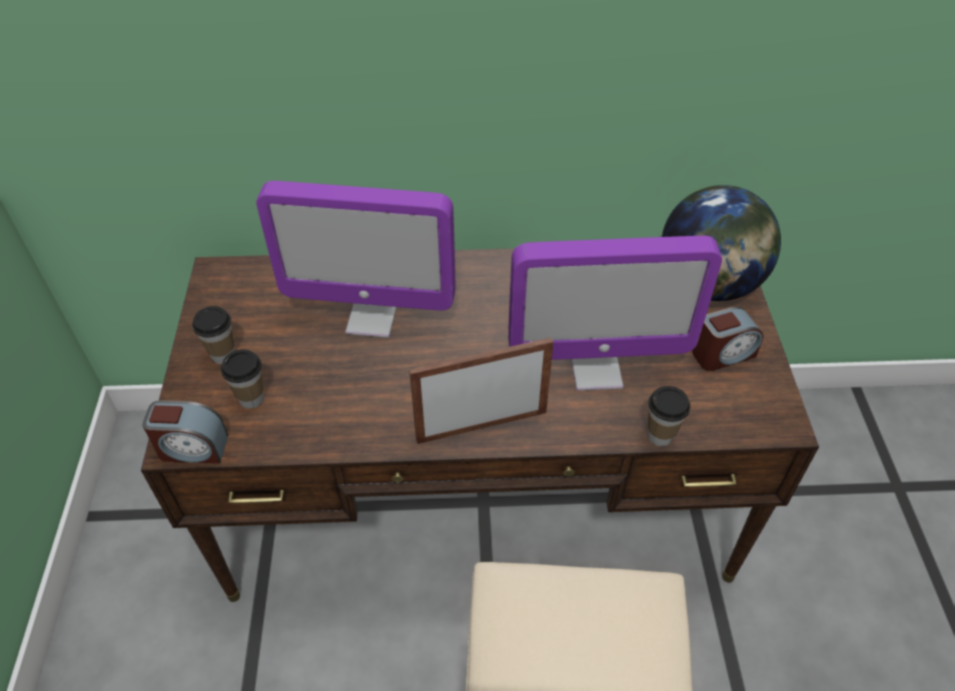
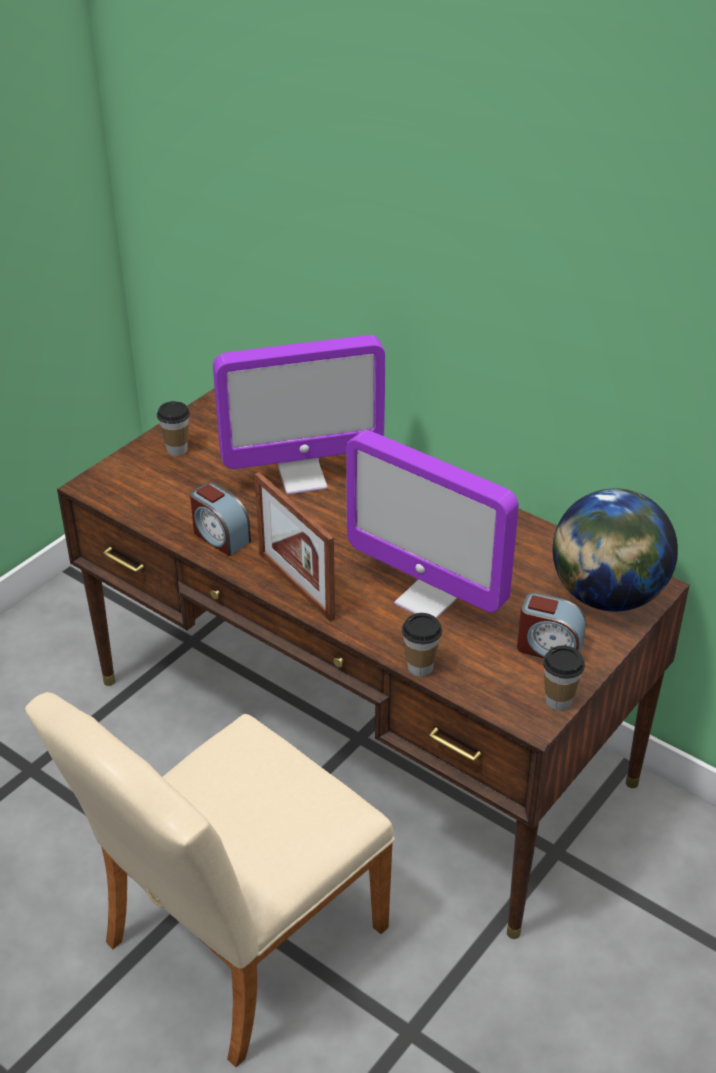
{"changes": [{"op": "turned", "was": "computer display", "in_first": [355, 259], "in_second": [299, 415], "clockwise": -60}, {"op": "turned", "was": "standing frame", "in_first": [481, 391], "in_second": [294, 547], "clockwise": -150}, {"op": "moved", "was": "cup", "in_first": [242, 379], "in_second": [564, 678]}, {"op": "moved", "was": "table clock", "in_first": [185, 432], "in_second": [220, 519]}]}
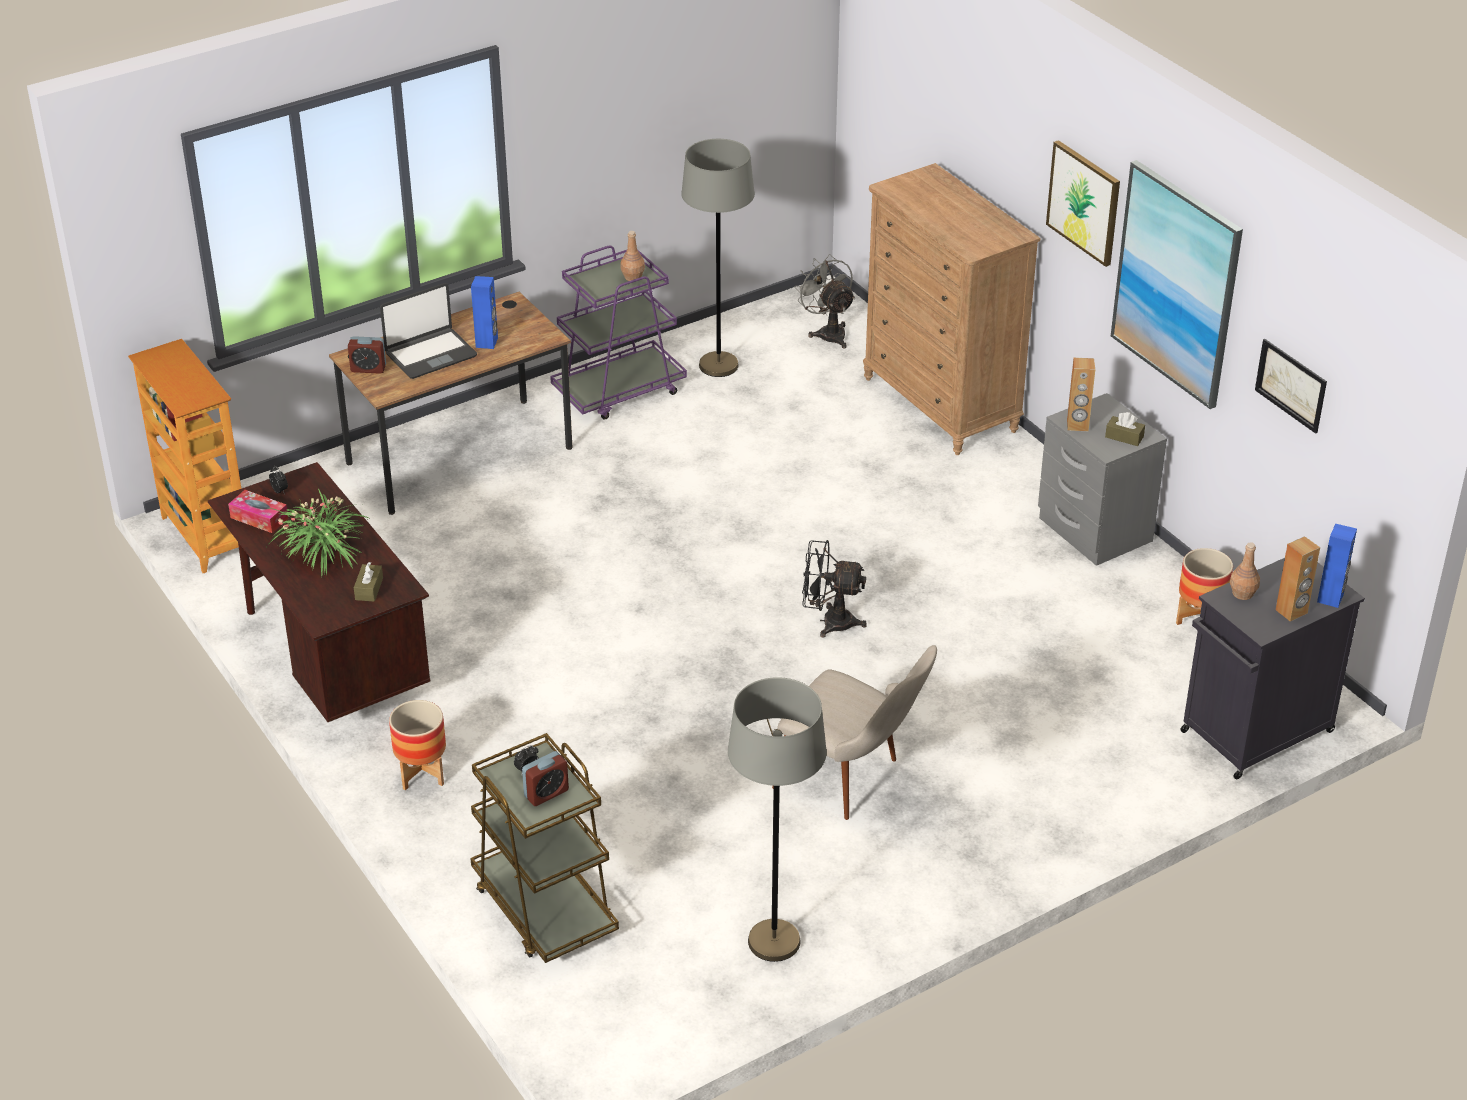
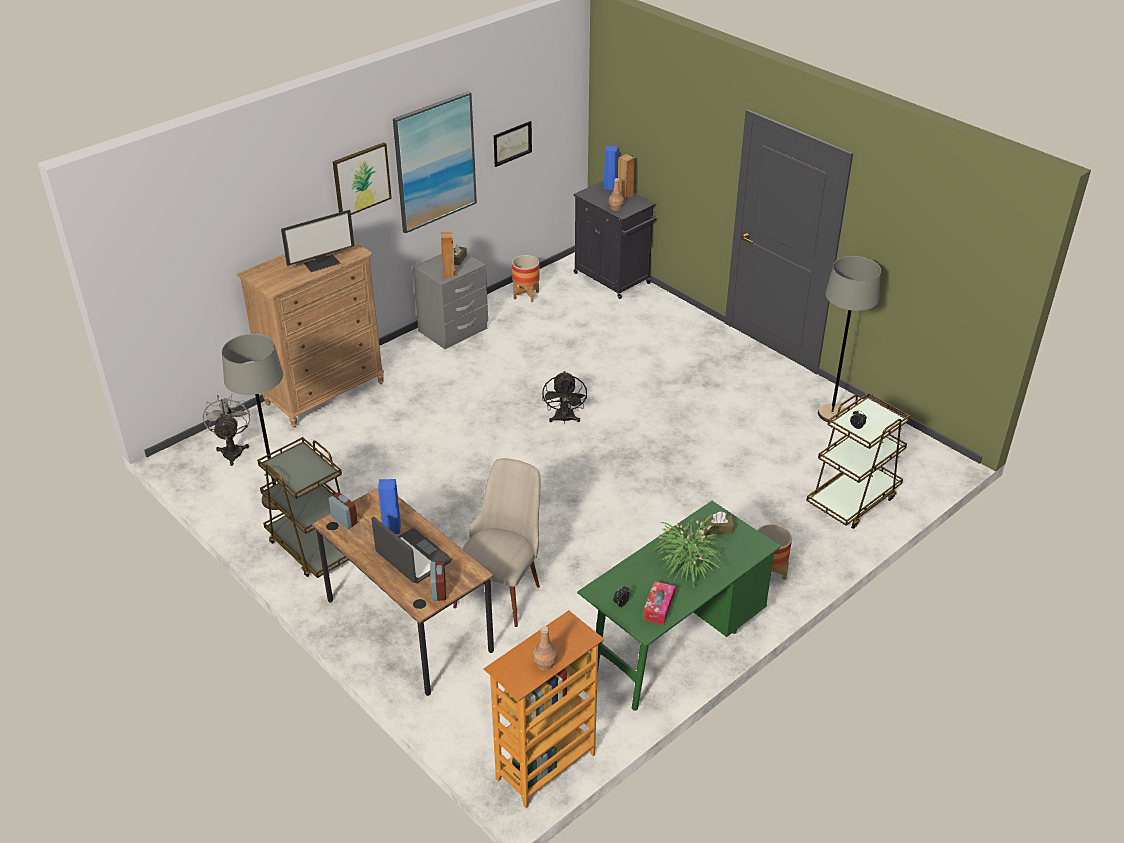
{"changes": [{"op": "moved", "was": "drink bottle (brown-coloured)", "in_first": [633, 256], "in_second": [545, 648]}, {"op": "recoloured", "was": "trolley (purple-coloured)", "now": "trolley (brown-coloured)", "in_first": [618, 332], "in_second": [303, 507]}, {"op": "turned", "was": "electric fan (greyish)", "in_first": [824, 301], "in_second": [226, 430], "clockwise": 120}, {"op": "recoloured", "was": "desk table (brown-coloured)", "now": "desk table (greenish)", "in_first": [319, 592], "in_second": [679, 606]}, {"op": "moved", "was": "chair (beige-coloured)", "in_first": [854, 732], "in_second": [496, 542]}, {"op": "moved", "was": "table clock", "in_first": [545, 778], "in_second": [343, 510]}, {"op": "added", "now": "computer display", "in_second": [318, 241]}]}
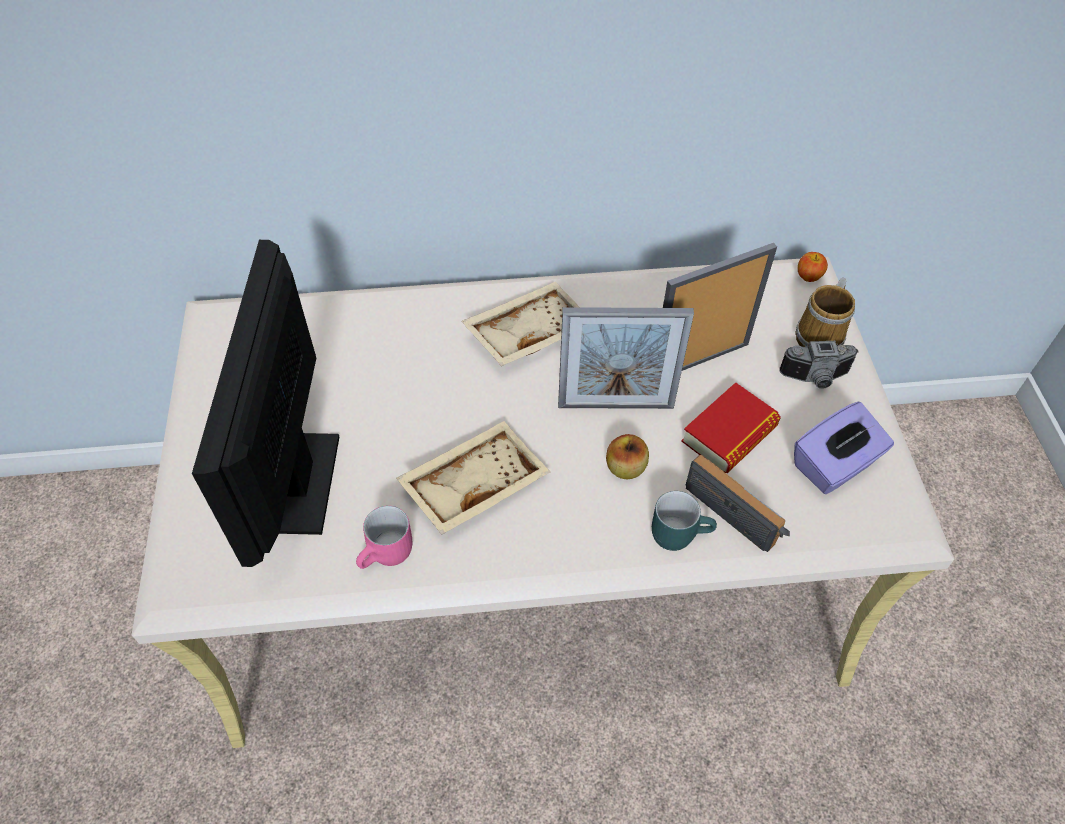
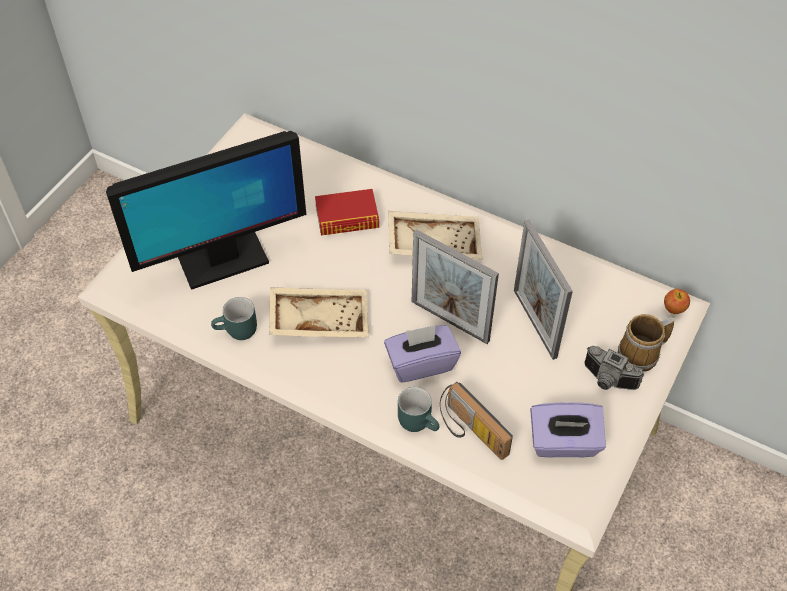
{"changes": [{"op": "turned", "was": "computer display", "in_first": [265, 403], "in_second": [206, 210], "clockwise": -150}, {"op": "turned", "was": "standing frame", "in_first": [720, 307], "in_second": [543, 289], "clockwise": -120}, {"op": "moved", "was": "volume", "in_first": [731, 427], "in_second": [347, 212]}, {"op": "replaced", "was": "apple fruit", "now": "tissue holder (purple-coloured)", "in_first": [627, 456], "in_second": [422, 354]}, {"op": "turned", "was": "radio set", "in_first": [738, 503], "in_second": [476, 421], "clockwise": 150}, {"op": "recoloured", "was": "coffee mug (pinkish)", "now": "coffee mug (blue-green)", "in_first": [384, 537], "in_second": [234, 318]}]}
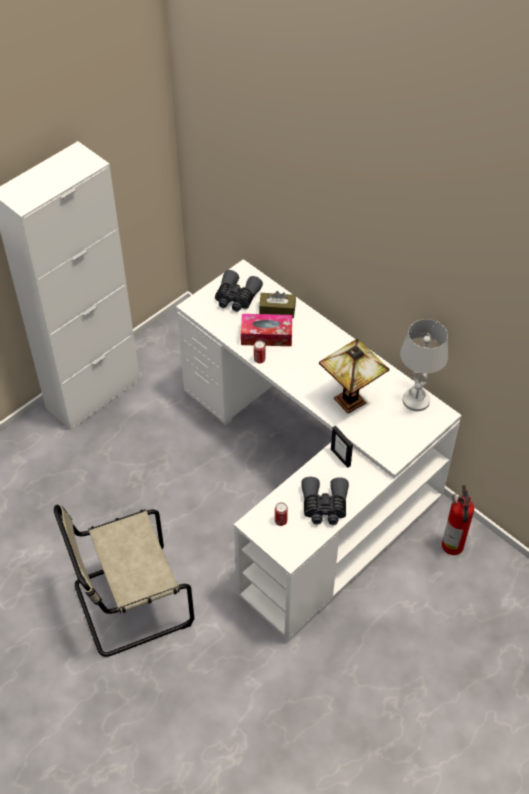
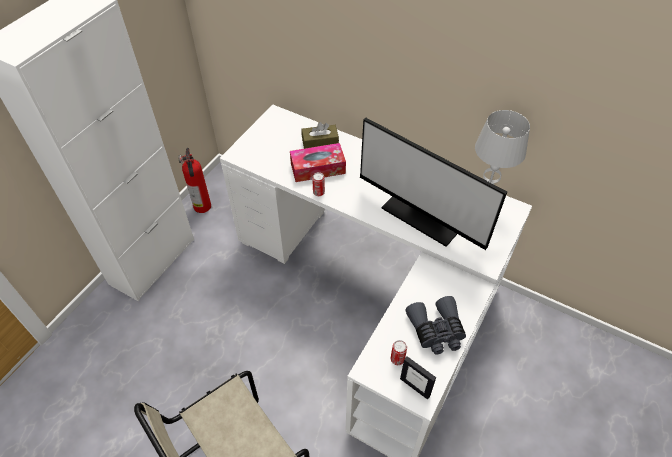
{"changes": [{"op": "removed", "was": "field glasses (greyish)", "in_first": [239, 291]}, {"op": "replaced", "was": "table lamp", "now": "computer display", "in_first": [354, 376], "in_second": [433, 184]}, {"op": "moved", "was": "standing frame", "in_first": [342, 447], "in_second": [418, 378]}, {"op": "moved", "was": "fire extinguisher", "in_first": [458, 520], "in_second": [194, 180]}]}
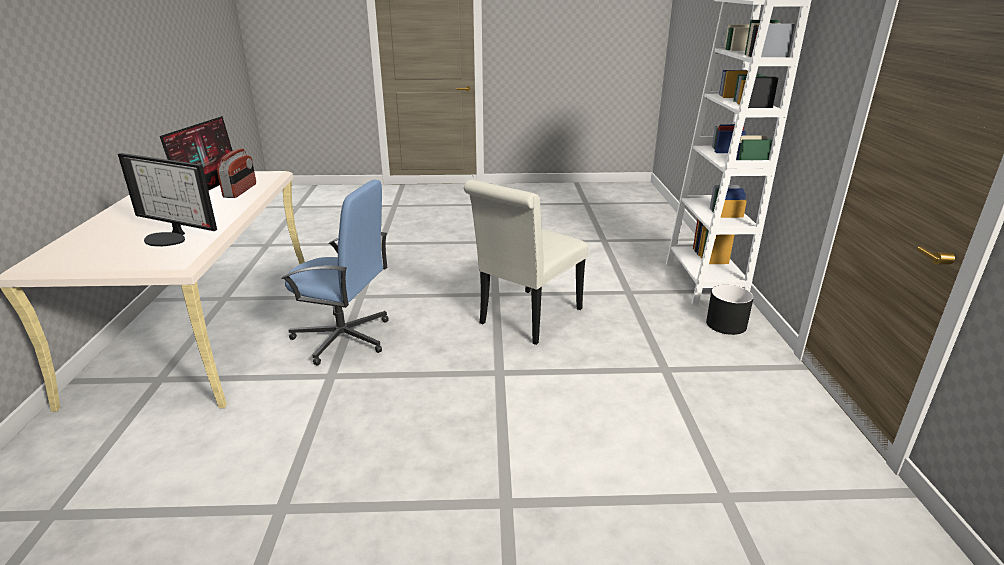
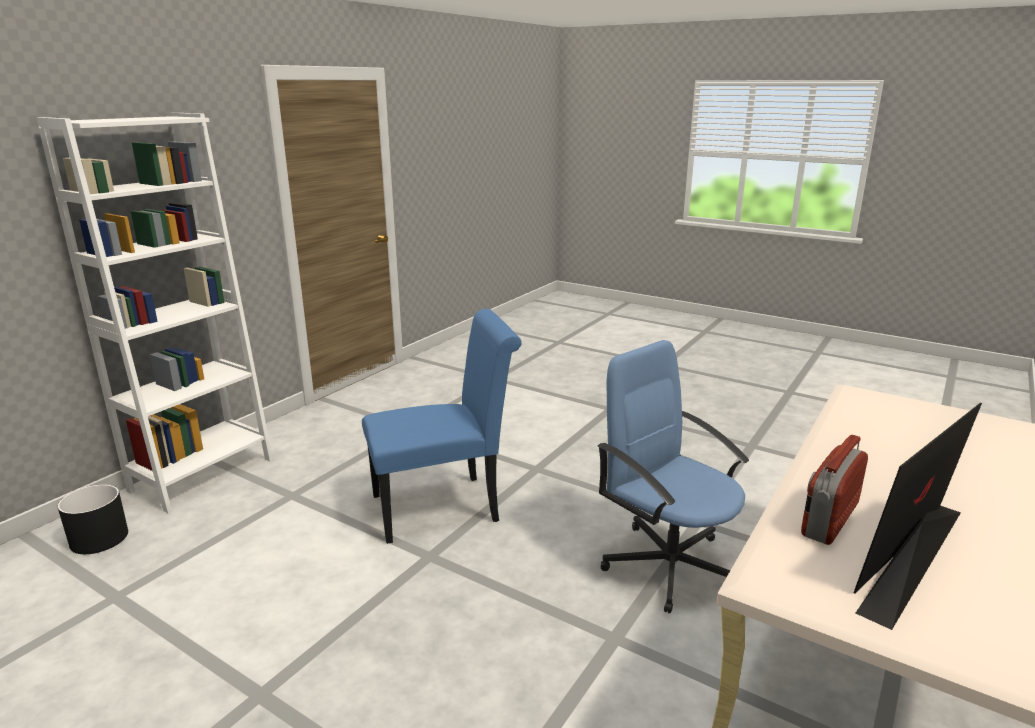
{"changes": [{"op": "removed", "was": "computer display", "in_first": [167, 199]}, {"op": "recoloured", "was": "chair (white-coloured)", "now": "chair (blue)", "in_first": [526, 262], "in_second": [442, 426]}, {"op": "moved", "was": "plant pot (black)", "in_first": [730, 310], "in_second": [93, 519]}]}
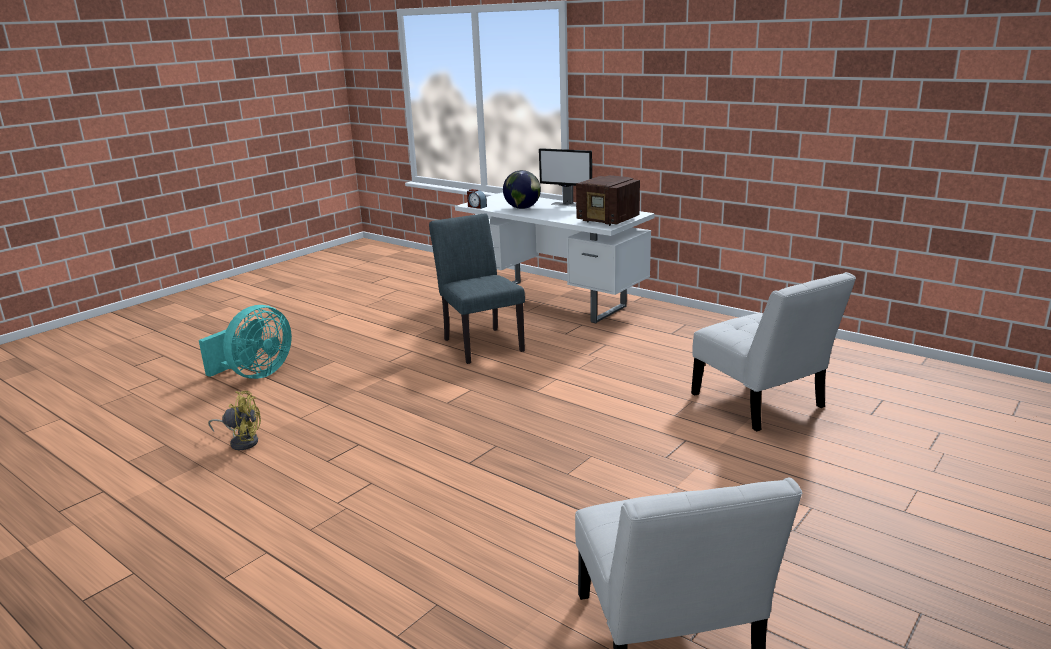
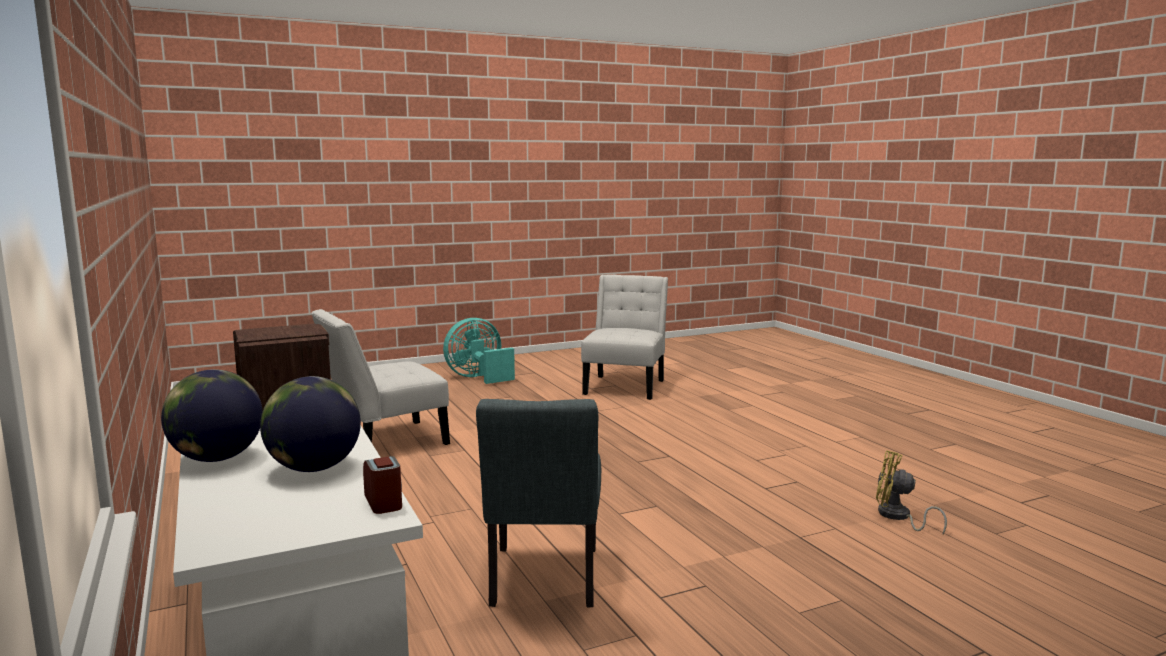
{"changes": [{"op": "replaced", "was": "computer display", "now": "world globe", "in_first": [565, 177], "in_second": [212, 415]}, {"op": "turned", "was": "chair (white-coloured)", "in_first": [773, 351], "in_second": [380, 377], "clockwise": -120}, {"op": "moved", "was": "electric fan (blue-green)", "in_first": [245, 342], "in_second": [479, 351]}]}
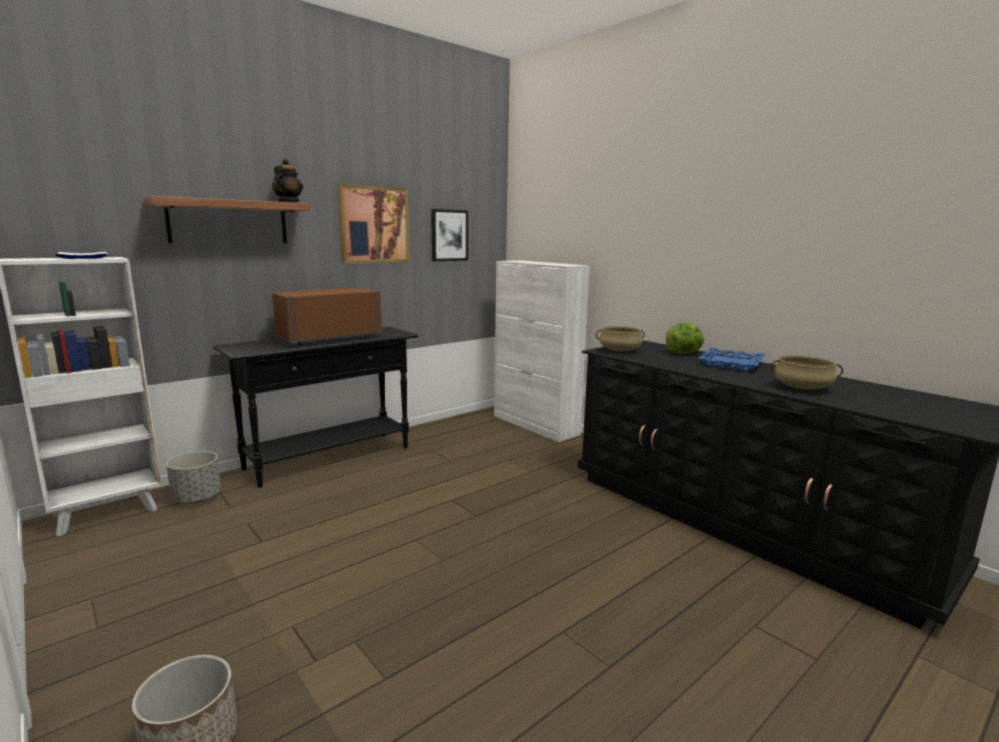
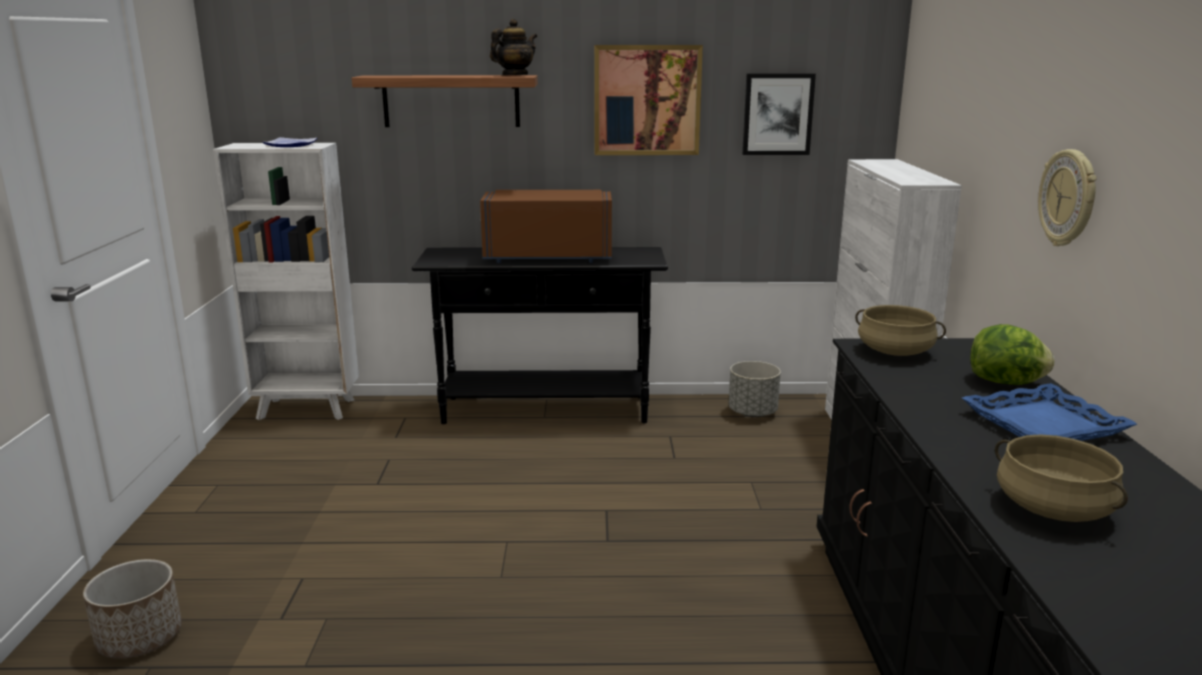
{"changes": [{"op": "moved", "was": "plant pot (greyish)", "in_first": [193, 477], "in_second": [755, 389]}, {"op": "added", "now": "clock on the wall", "in_second": [1067, 197]}]}
